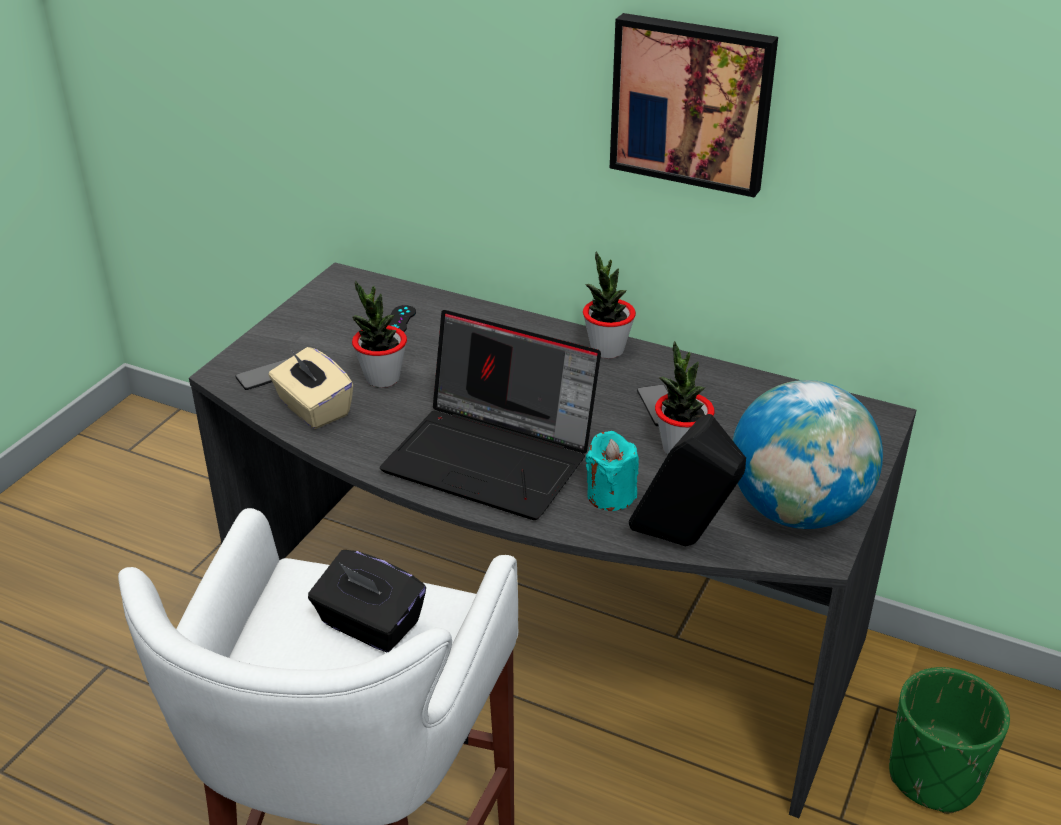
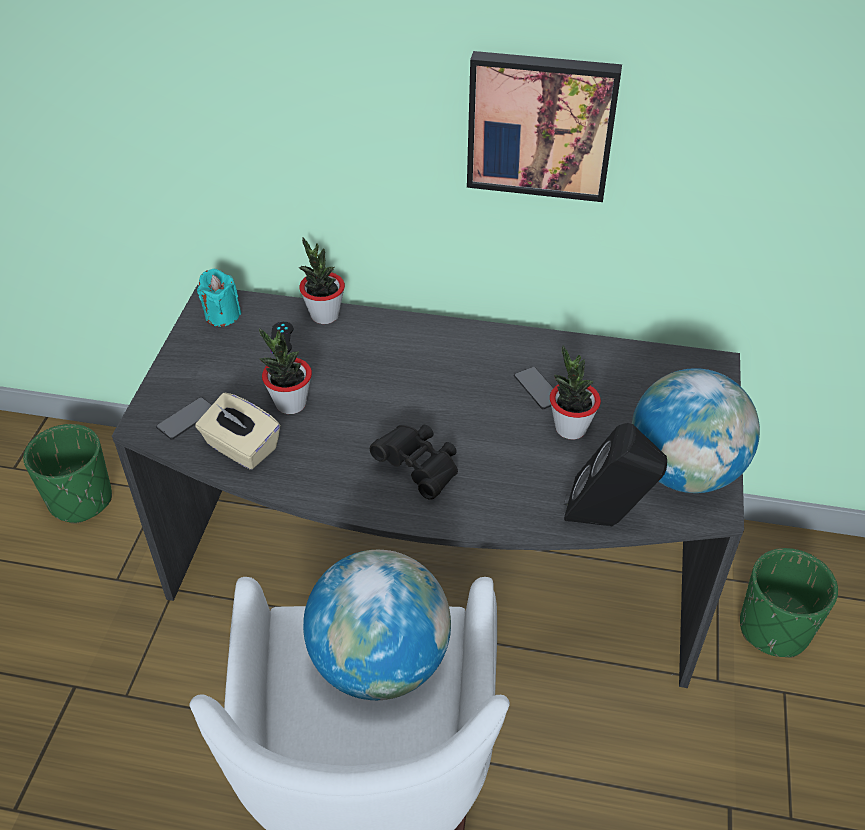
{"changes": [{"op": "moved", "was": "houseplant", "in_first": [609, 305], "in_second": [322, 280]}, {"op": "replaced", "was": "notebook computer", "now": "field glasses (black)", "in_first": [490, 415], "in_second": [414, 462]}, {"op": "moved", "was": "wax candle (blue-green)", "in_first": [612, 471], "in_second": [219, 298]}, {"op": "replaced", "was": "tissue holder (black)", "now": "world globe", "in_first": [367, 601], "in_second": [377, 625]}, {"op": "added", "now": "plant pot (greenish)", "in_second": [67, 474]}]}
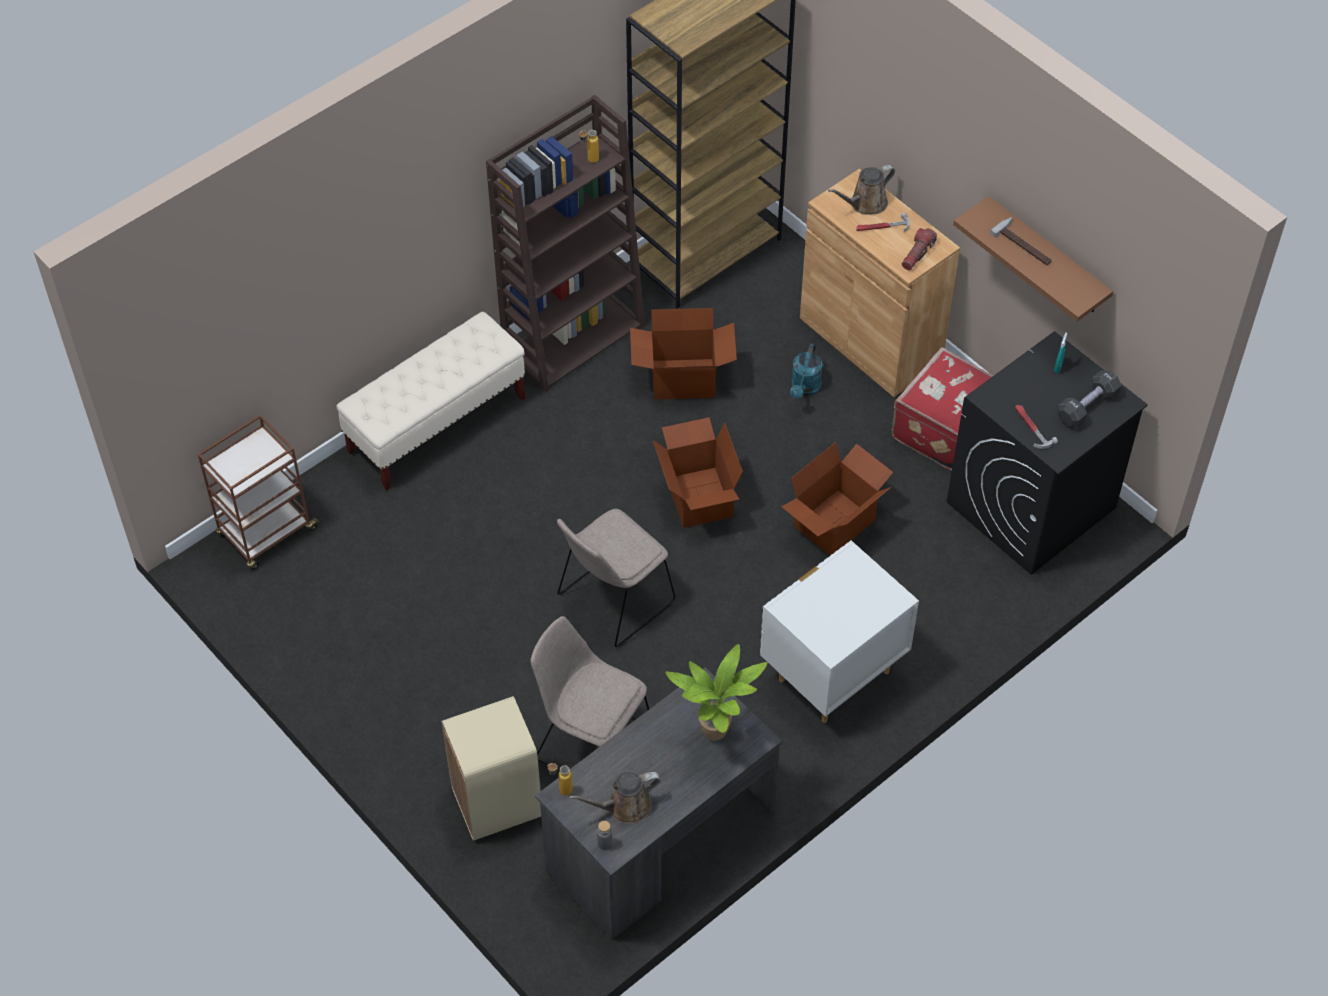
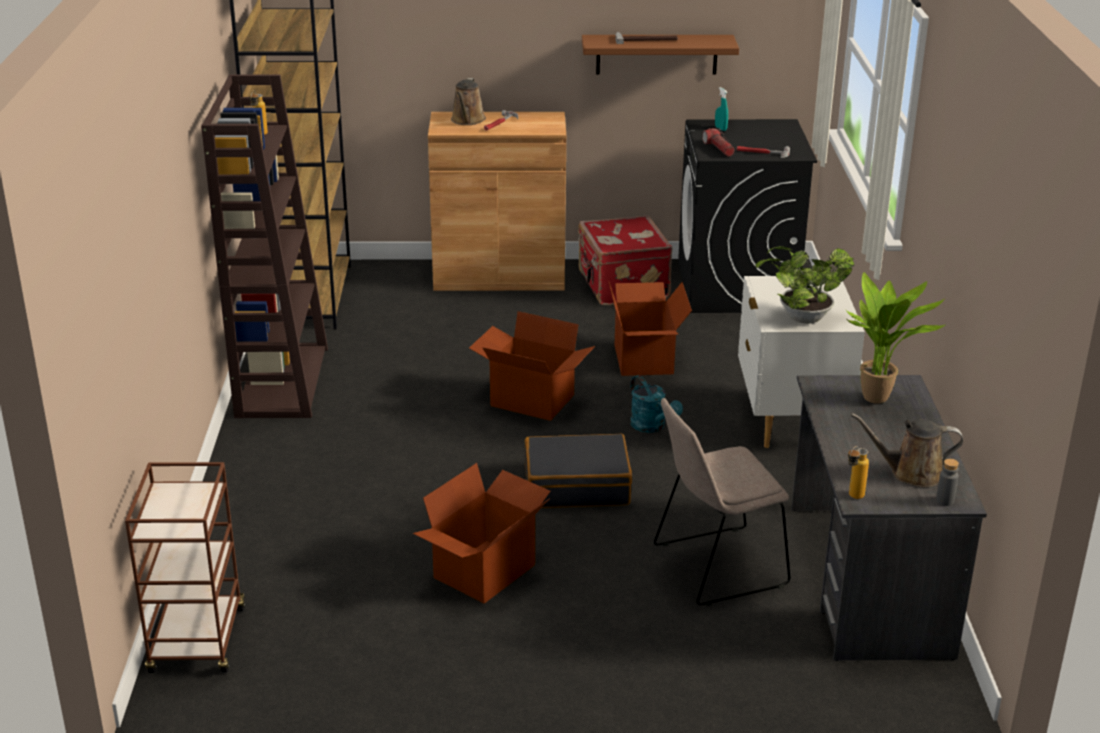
{"changes": [{"op": "moved", "was": "flashlight", "in_first": [919, 249], "in_second": [718, 142]}, {"op": "moved", "was": "packing box", "in_first": [683, 354], "in_second": [482, 533]}, {"op": "removed", "was": "bench (beige-coloured)", "in_first": [430, 401]}, {"op": "moved", "was": "watering pot (blue-green)", "in_first": [806, 371], "in_second": [656, 404]}, {"op": "removed", "was": "hand weight (black)", "in_first": [1089, 399]}, {"op": "replaced", "was": "chair (beige-coloured)", "now": "travel case (black)", "in_first": [616, 578], "in_second": [578, 471]}, {"op": "removed", "was": "trash can (beige-coloured)", "in_first": [491, 768]}, {"op": "turned", "was": "watering pot (brown-coloured)", "in_first": [615, 797], "in_second": [907, 450], "clockwise": 75}, {"op": "added", "now": "houseplant", "in_second": [805, 285]}]}
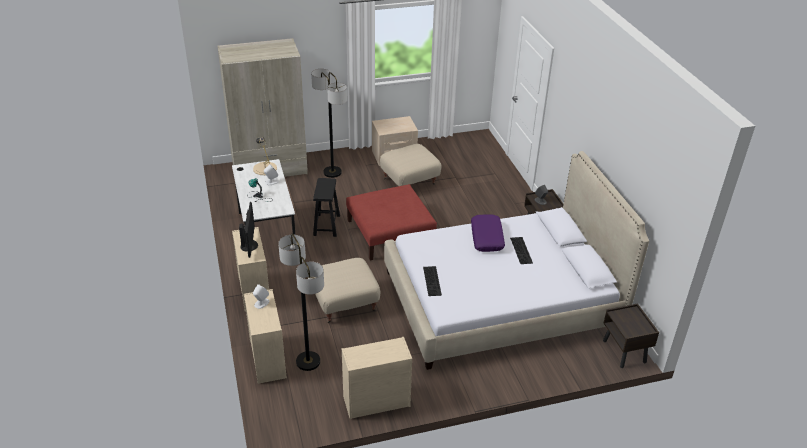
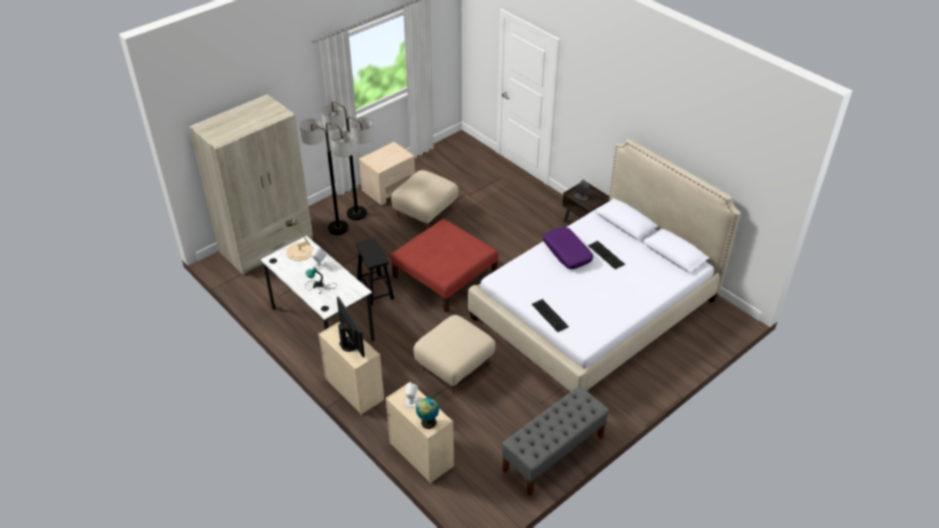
{"changes": [{"op": "moved", "was": "standing lamp", "in_first": [301, 302], "in_second": [347, 161]}, {"op": "removed", "was": "night table (brown-coloured)", "in_first": [631, 336]}, {"op": "replaced", "was": "dresser (beige-coloured)", "now": "bench (greyish)", "in_first": [377, 378], "in_second": [555, 441]}, {"op": "added", "now": "world globe", "in_second": [427, 413]}]}
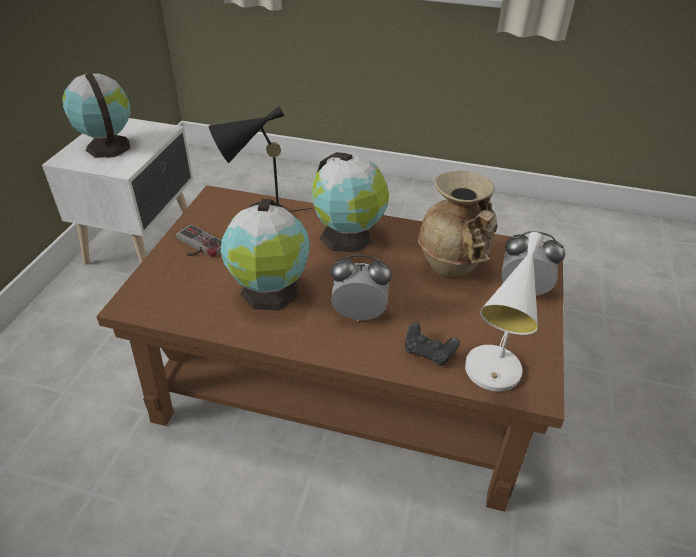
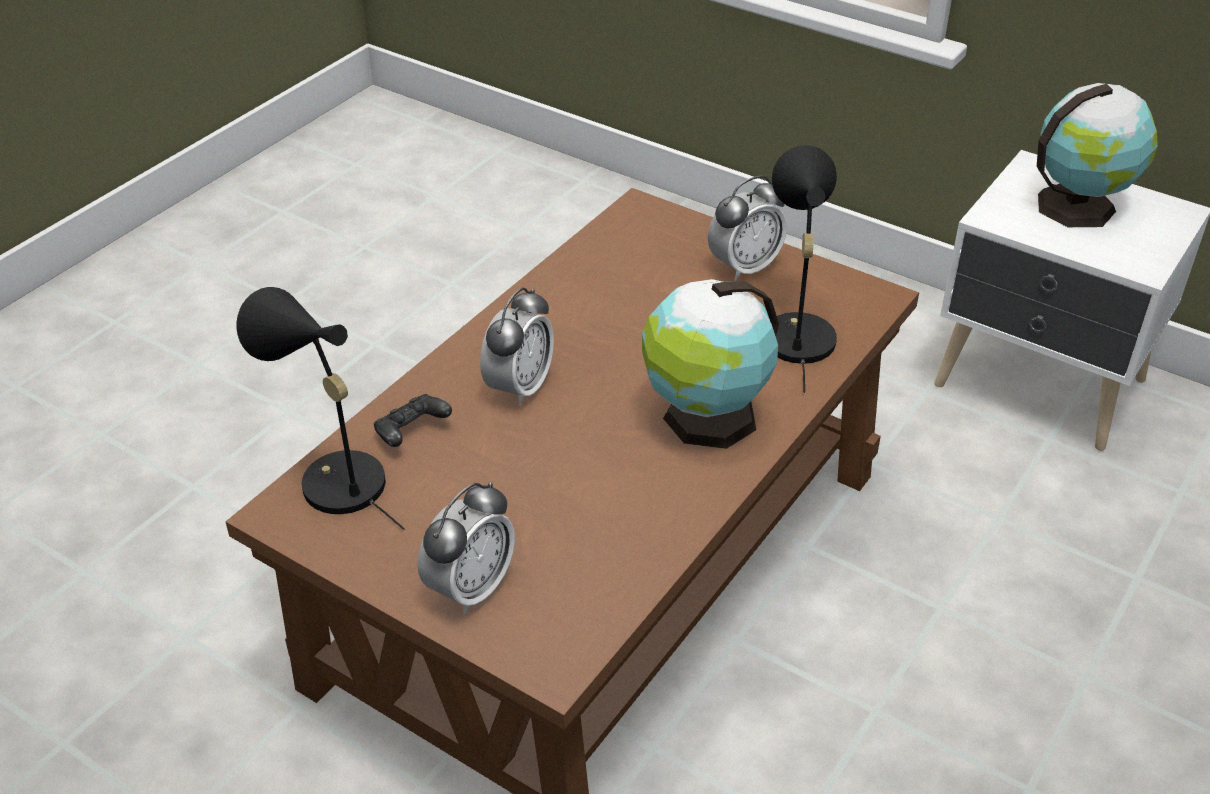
{"changes": [{"op": "removed", "was": "flower vase (beige-coloured)", "in_first": [457, 224]}, {"op": "removed", "was": "world globe", "in_first": [265, 255]}, {"op": "replaced", "was": "joypad", "now": "table clock", "in_first": [199, 241], "in_second": [747, 228]}, {"op": "recoloured", "was": "table lamp (white-coloured)", "now": "table lamp (black)", "in_first": [504, 312], "in_second": [321, 408]}]}
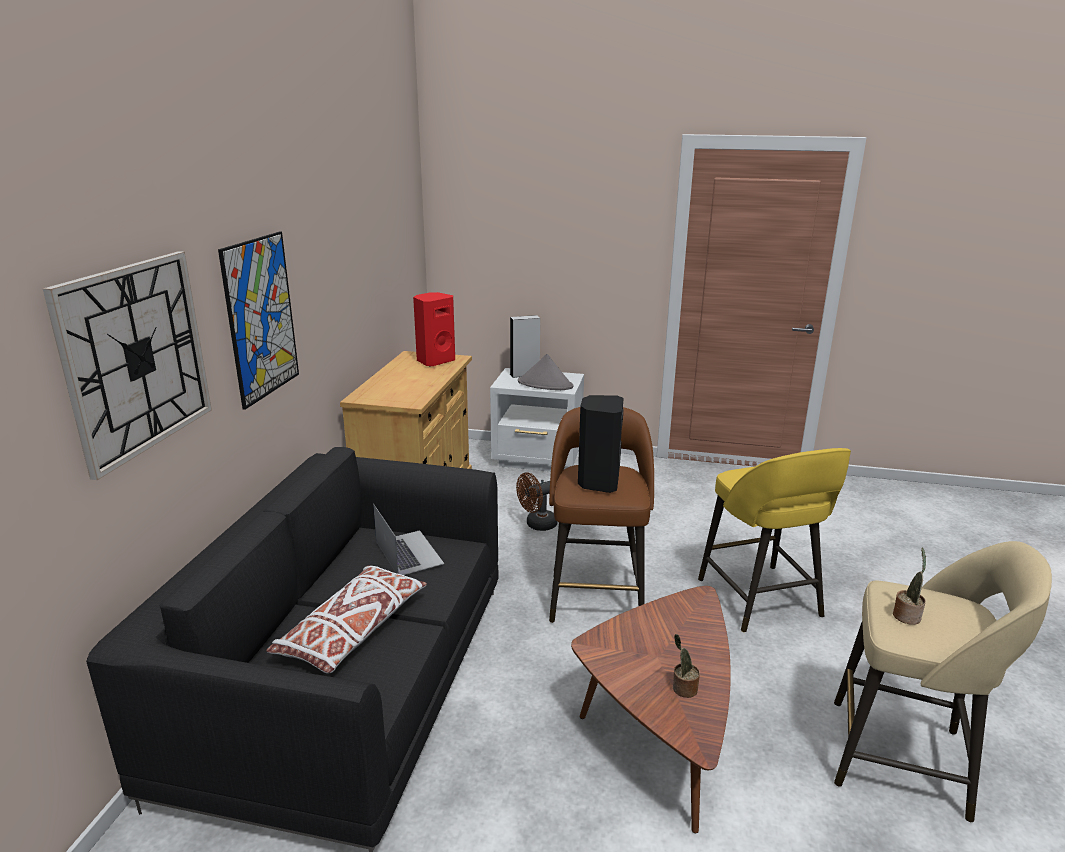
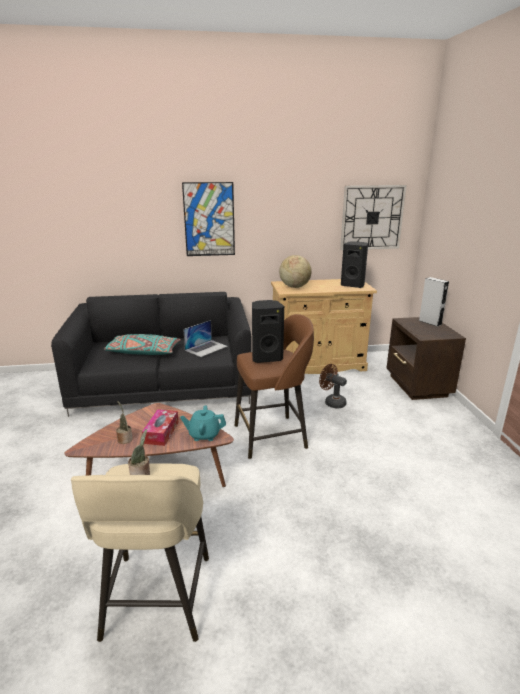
{"changes": [{"op": "moved", "was": "clock on the wall", "in_first": [127, 365], "in_second": [373, 217]}, {"op": "recoloured", "was": "loudspeaker (reddish)", "now": "loudspeaker (black)", "in_first": [434, 329], "in_second": [354, 264]}, {"op": "removed", "was": "hat (greyish)", "in_first": [546, 372]}, {"op": "recoloured", "was": "night table (white-coloured)", "now": "night table (brown-coloured)", "in_first": [537, 420], "in_second": [426, 358]}, {"op": "removed", "was": "sitting stool (yellowish)", "in_first": [774, 540]}, {"op": "recoloured", "was": "pillow (white-coloured)", "now": "pillow (blue-green)", "in_first": [346, 619], "in_second": [142, 344]}, {"op": "added", "now": "world globe", "in_second": [295, 271]}, {"op": "added", "now": "pot for tea (blue-green)", "in_second": [203, 423]}, {"op": "added", "now": "tissue holder", "in_second": [160, 427]}]}
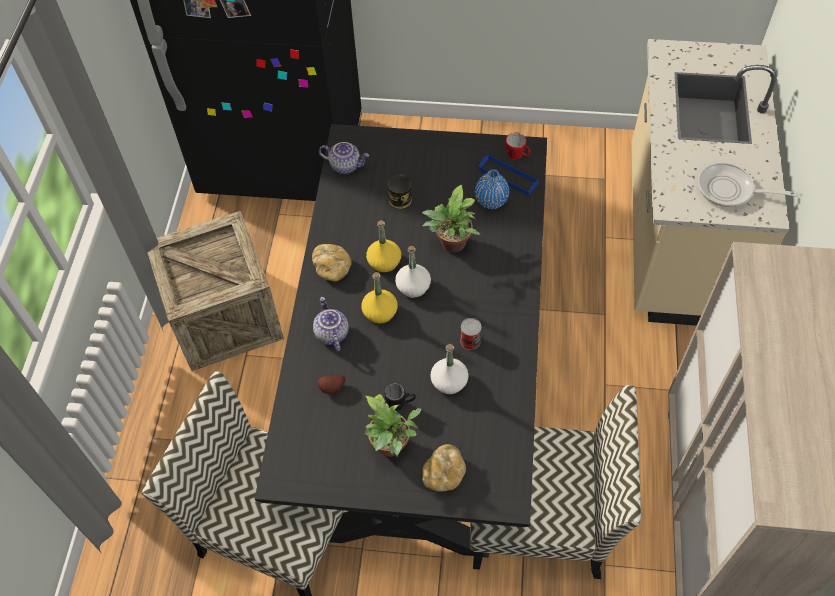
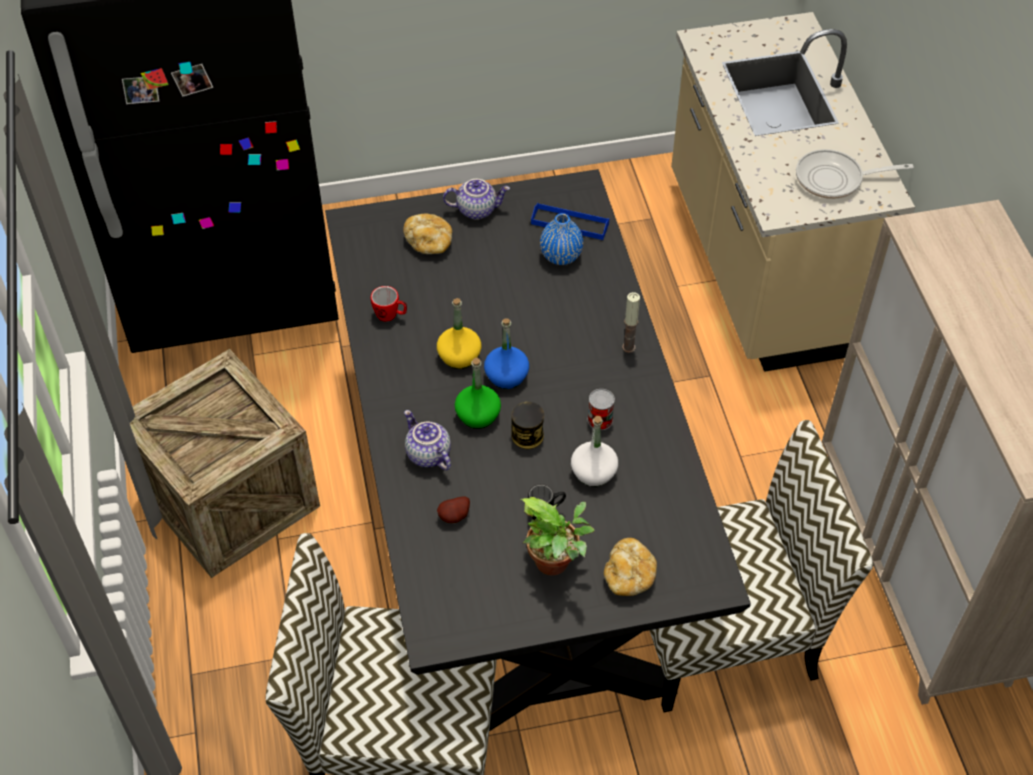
{"changes": [{"op": "moved", "was": "coffee mug", "in_first": [518, 146], "in_second": [389, 304]}, {"op": "moved", "was": "pot for tea", "in_first": [344, 158], "in_second": [476, 199]}, {"op": "moved", "was": "metal can", "in_first": [400, 192], "in_second": [527, 425]}, {"op": "removed", "was": "houseplant", "in_first": [451, 218]}, {"op": "moved", "was": "bakery bread", "in_first": [332, 262], "in_second": [427, 234]}, {"op": "recoloured", "was": "drink bottle (white-coloured)", "now": "drink bottle (blue)", "in_first": [413, 272], "in_second": [506, 353]}, {"op": "recoloured", "was": "drink bottle (yellowish)", "now": "drink bottle (greenish)", "in_first": [379, 298], "in_second": [478, 393]}, {"op": "added", "now": "wax candle", "in_second": [631, 322]}]}
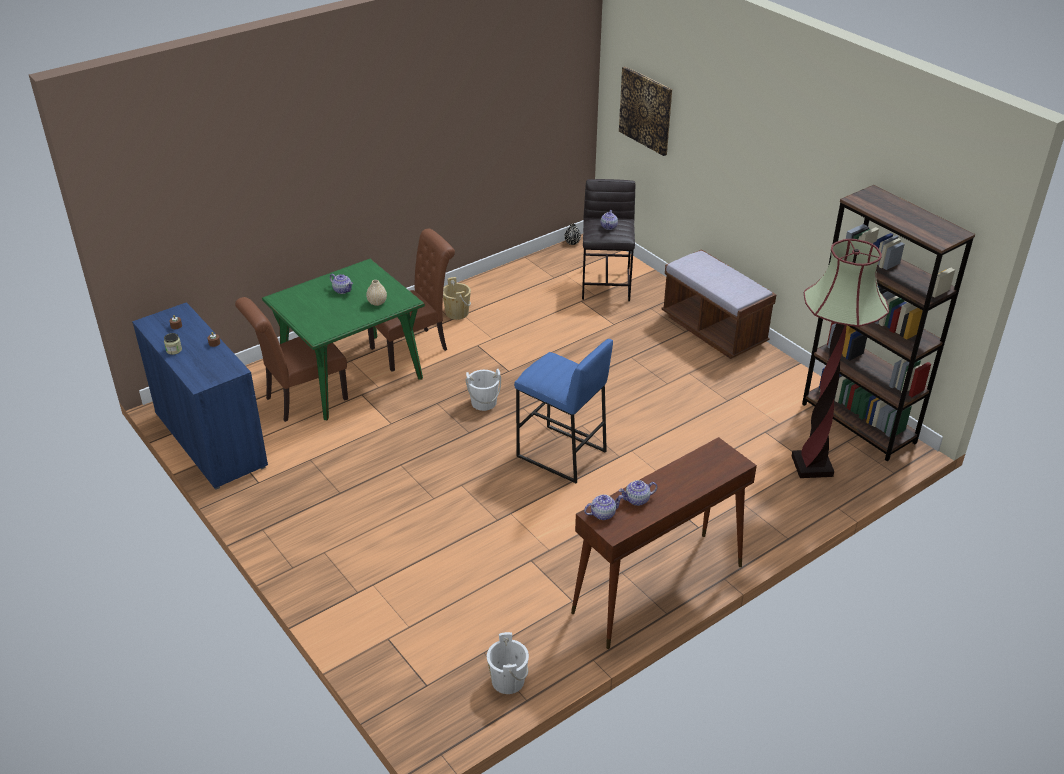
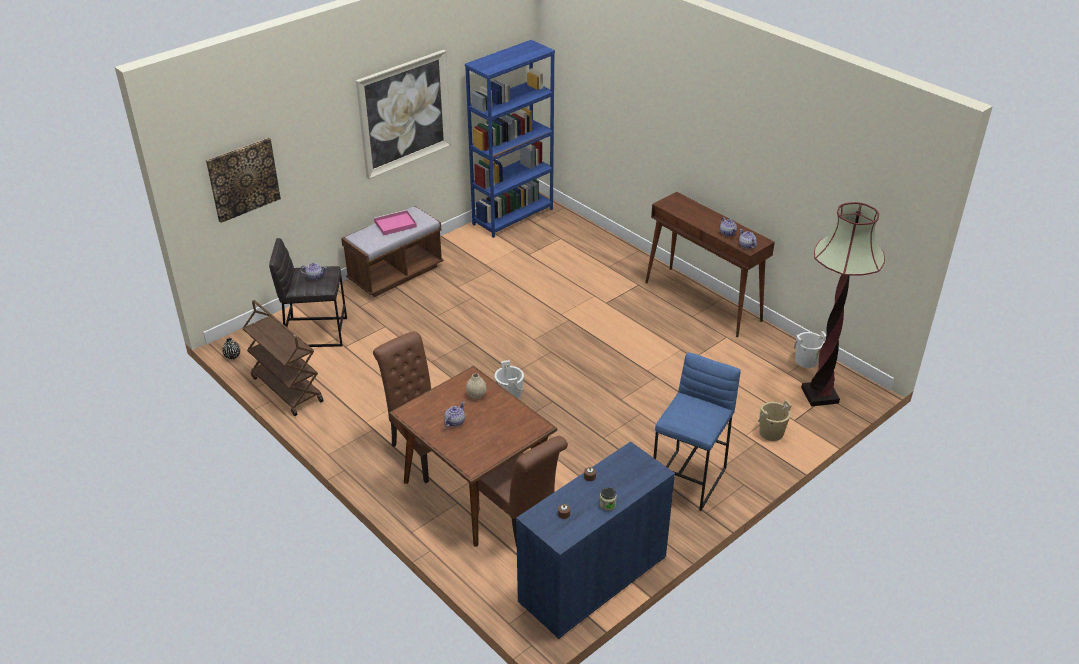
{"changes": [{"op": "recoloured", "was": "bookshelf (brown-coloured)", "now": "bookshelf (blue)", "in_first": [888, 323], "in_second": [510, 139]}, {"op": "moved", "was": "standing lamp", "in_first": [840, 358], "in_second": [843, 304]}, {"op": "recoloured", "was": "kitchen table (greenish)", "now": "kitchen table (brown-coloured)", "in_first": [343, 339], "in_second": [473, 456]}, {"op": "moved", "was": "bucket (beige-coloured)", "in_first": [457, 298], "in_second": [775, 420]}, {"op": "moved", "was": "sitting stool (blue)", "in_first": [563, 411], "in_second": [697, 431]}, {"op": "added", "now": "picture", "in_second": [403, 114]}, {"op": "added", "now": "tray (pinkish)", "in_second": [395, 222]}, {"op": "added", "now": "trolley (brown-coloured)", "in_second": [283, 358]}]}
